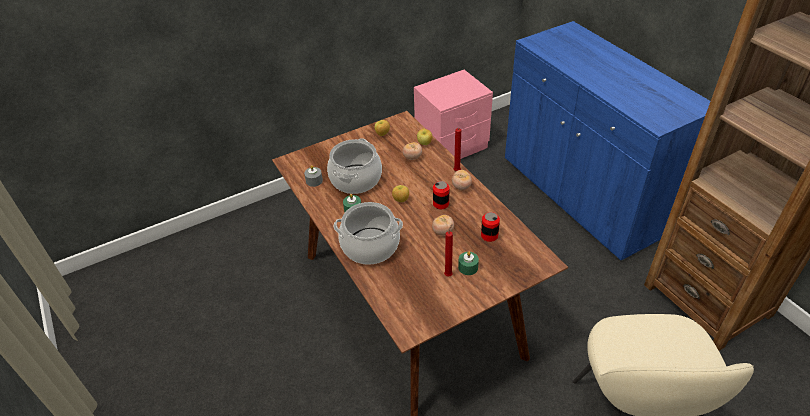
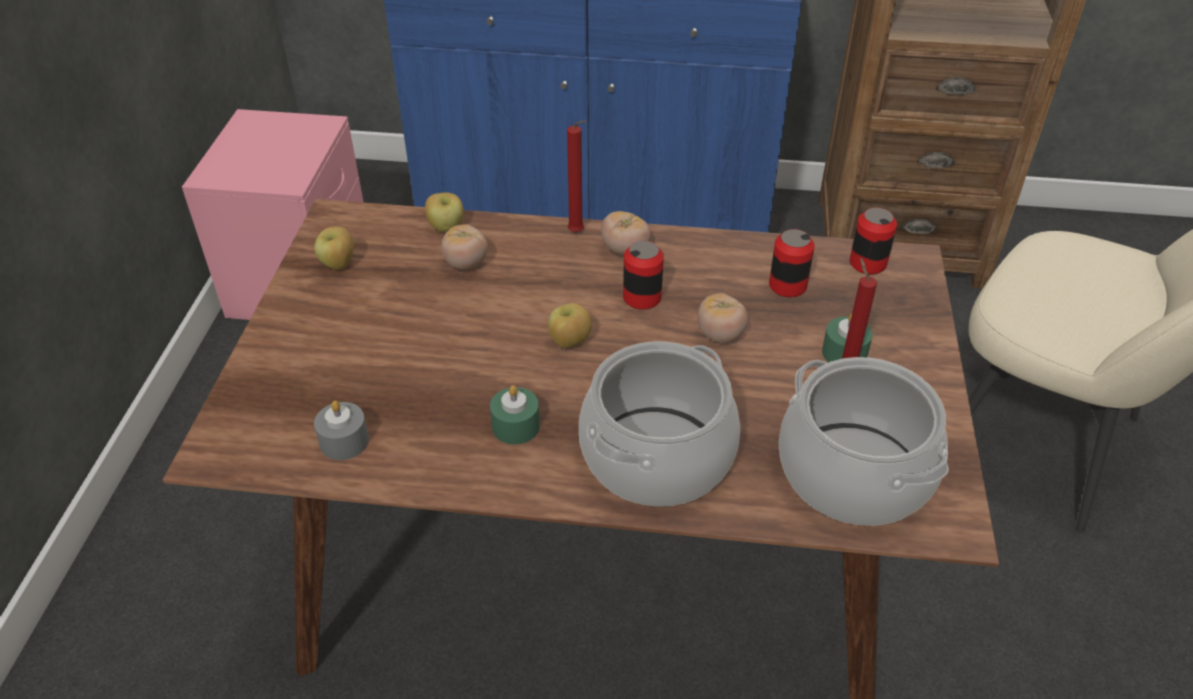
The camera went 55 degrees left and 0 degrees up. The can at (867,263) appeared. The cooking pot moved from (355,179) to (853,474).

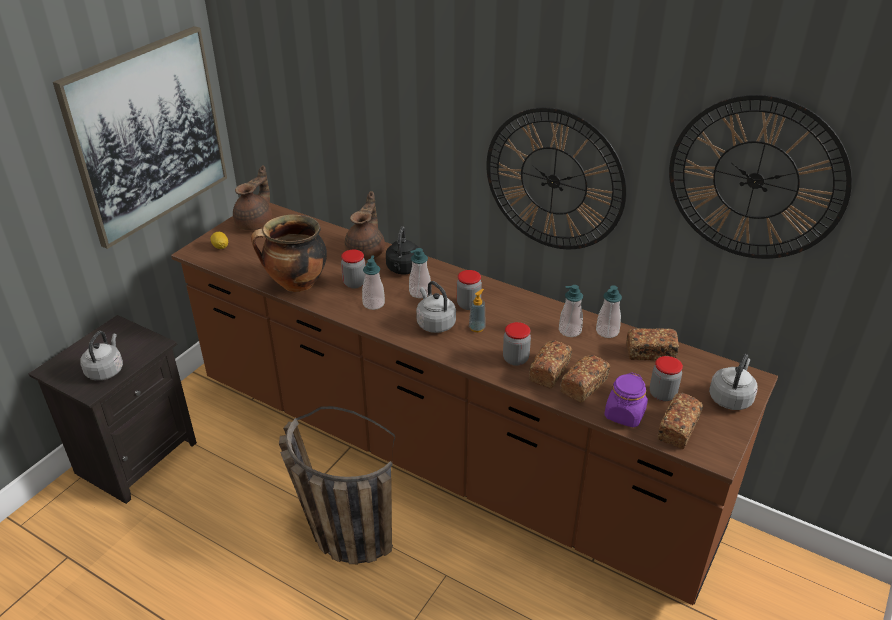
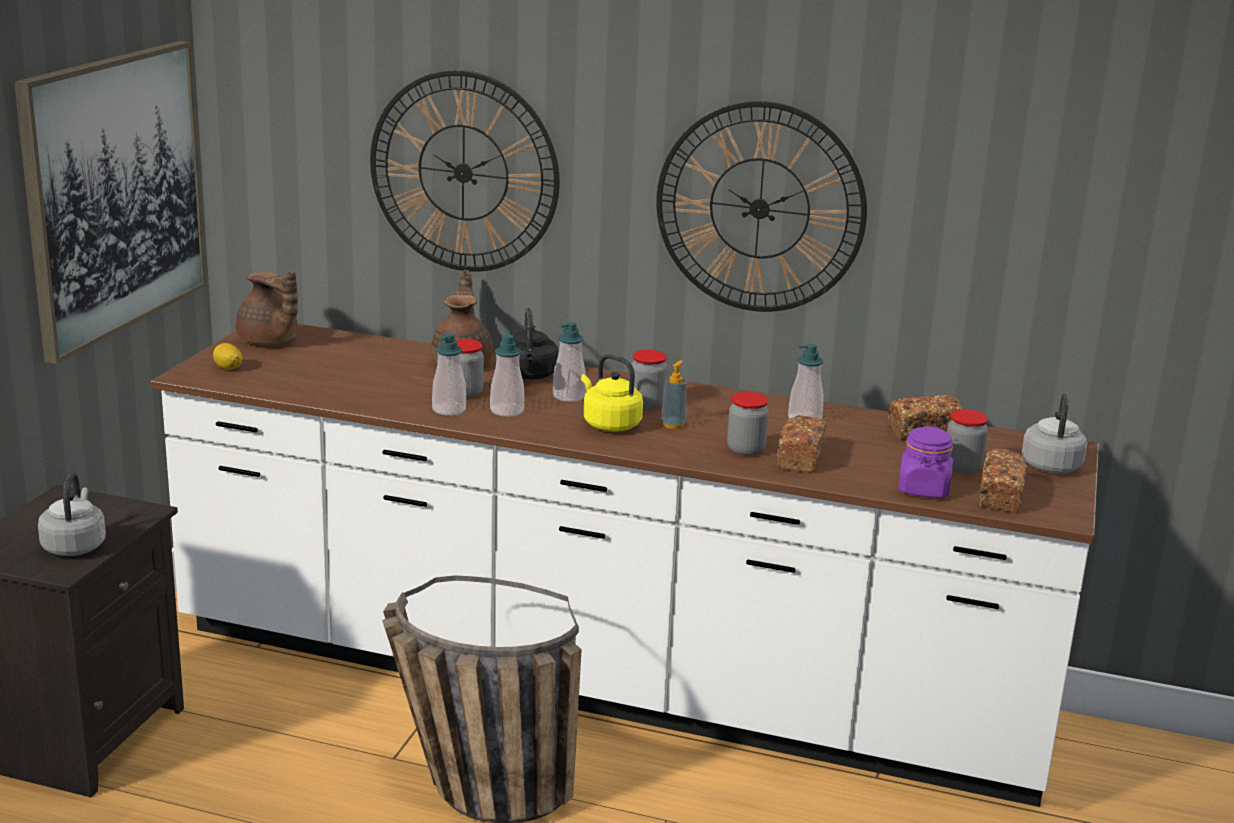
The camera went 15 degrees left and 15 degrees down. The cooking pot at (296,284) disappeared. The bread at (584,386) disappeared. The soap dispenser moved from (607,331) to (449,410). The wall clock moved from (755,180) to (463,172). The counter (brown) at (446,455) became the counter (white) at (605,681). The kettle (grey) at (434,323) became the kettle (yellow) at (609,424). The teapot (brown) at (255,223) turned 120 degrees clockwise.

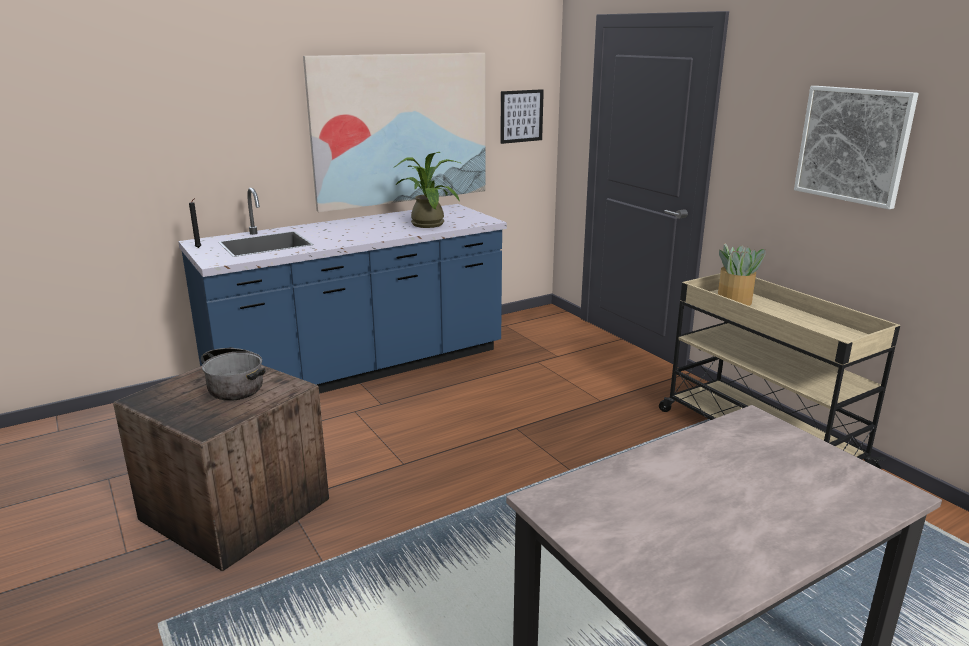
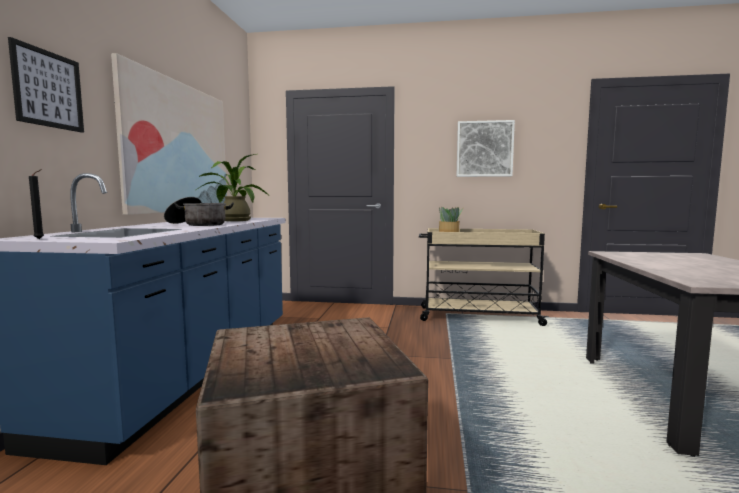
The camera went 50 degrees left and 15 degrees down. The cooking pot moved from (235,384) to (198,224). The picture moved from (521,116) to (48,89).

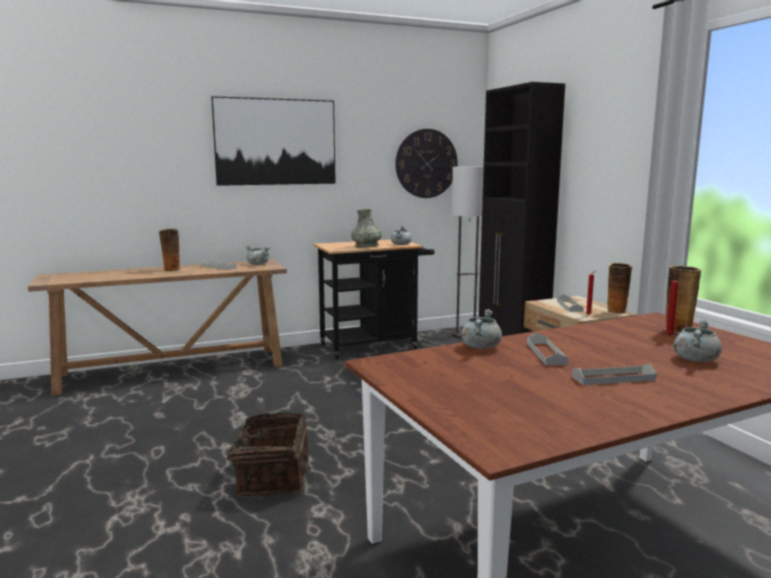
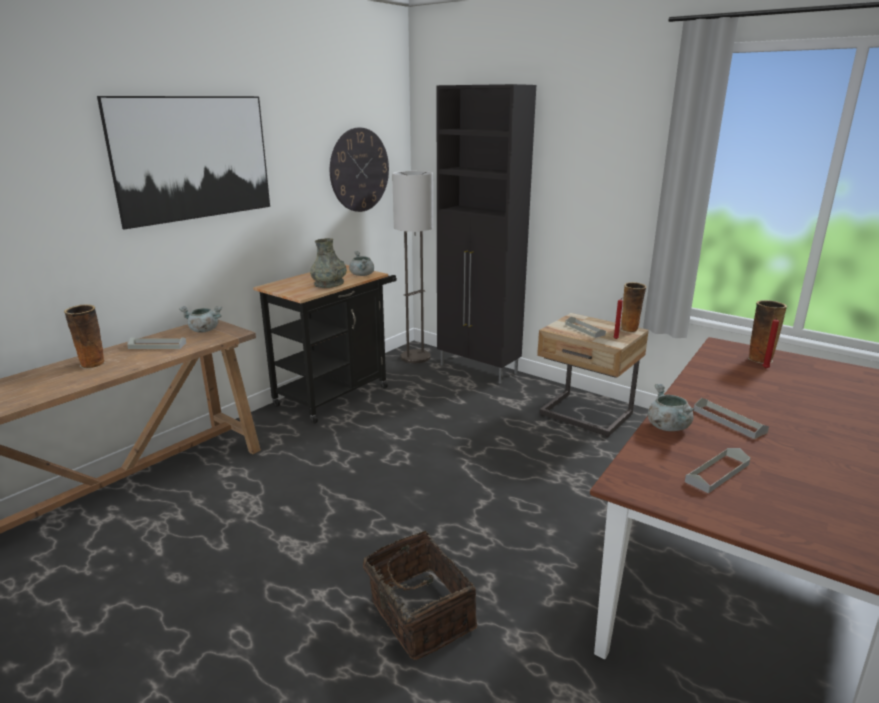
The camera went 30 degrees left and 10 degrees up. The cooking pot (grey) at (695,359) disappeared. The tray (grey) moved from (613,378) to (717,473).

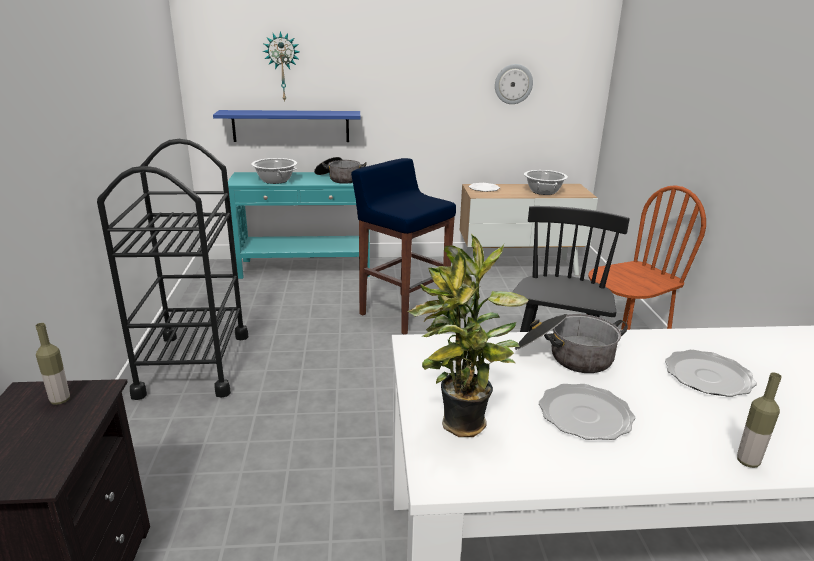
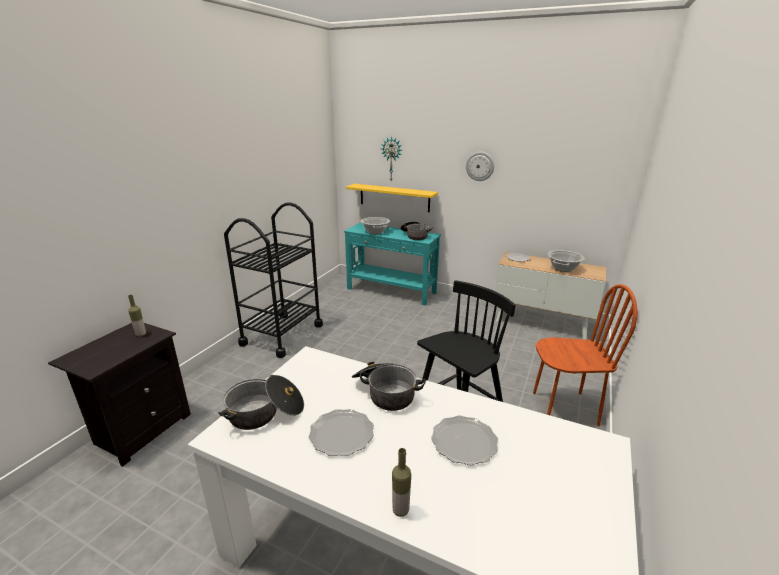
The camera went 30 degrees right and 0 degrees up. The stool (blue) at (402,312) disappeared. The wall clock moved from (513,84) to (480,166). The potted plant at (461,427) was replaced by the cooking pot at (265,413). The shelf (blue) at (291,126) became the shelf (yellow) at (394,197).

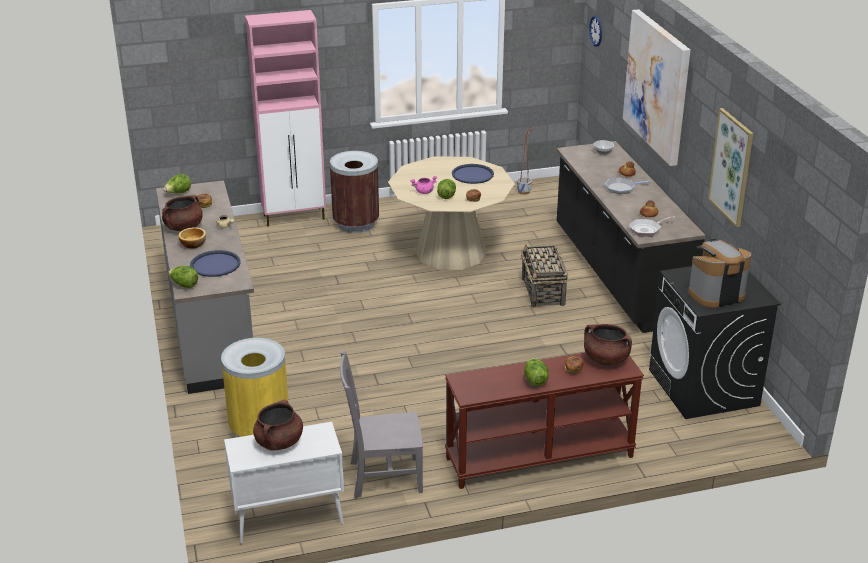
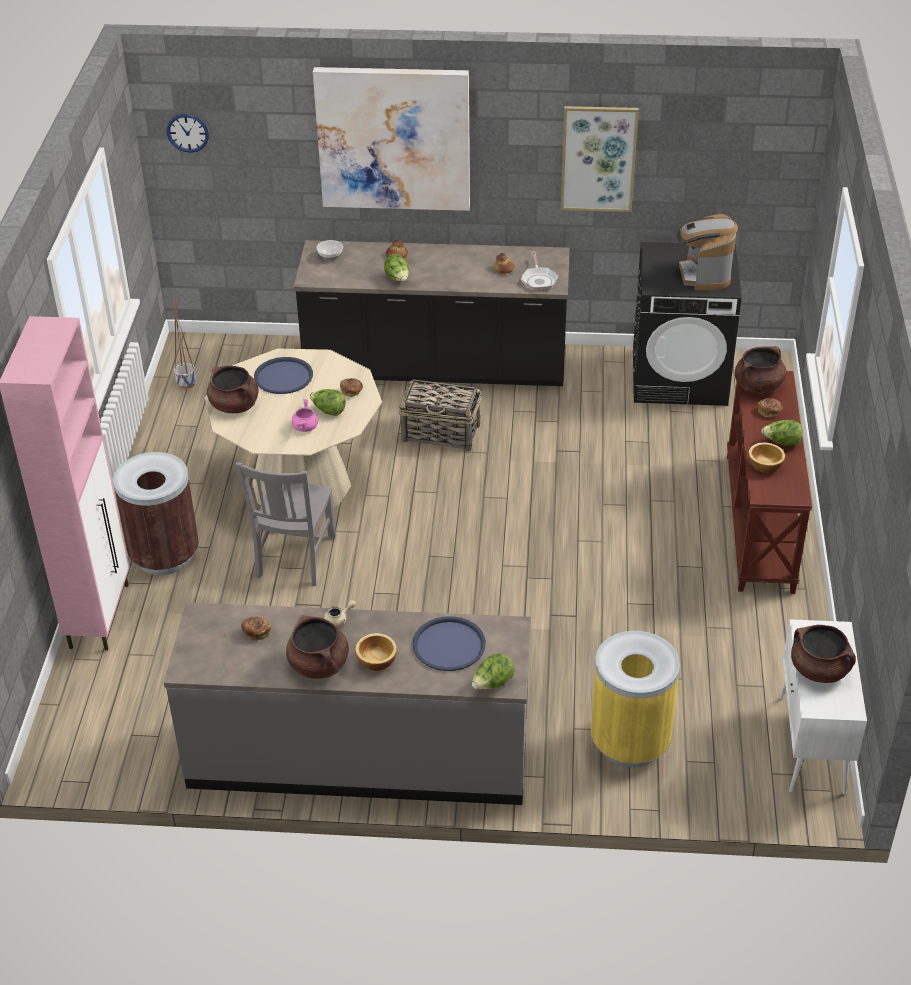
The camera went 70 degrees left and 10 degrees up. The frying pan at (621,188) disappeared. The cooking pot (brown) at (235,405) appeared. The bowl at (764,465) appeared. The lettuce moved from (178,193) to (398,279). The chair (grey) moved from (383,477) to (295,558).

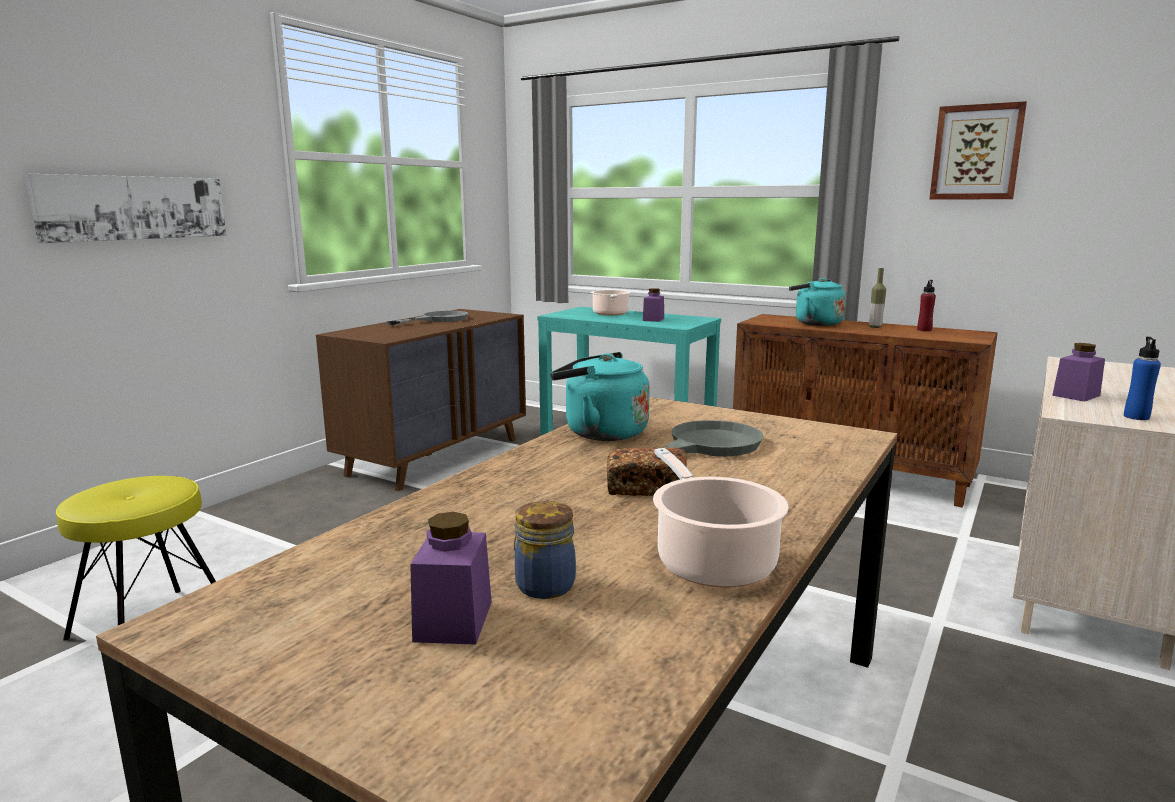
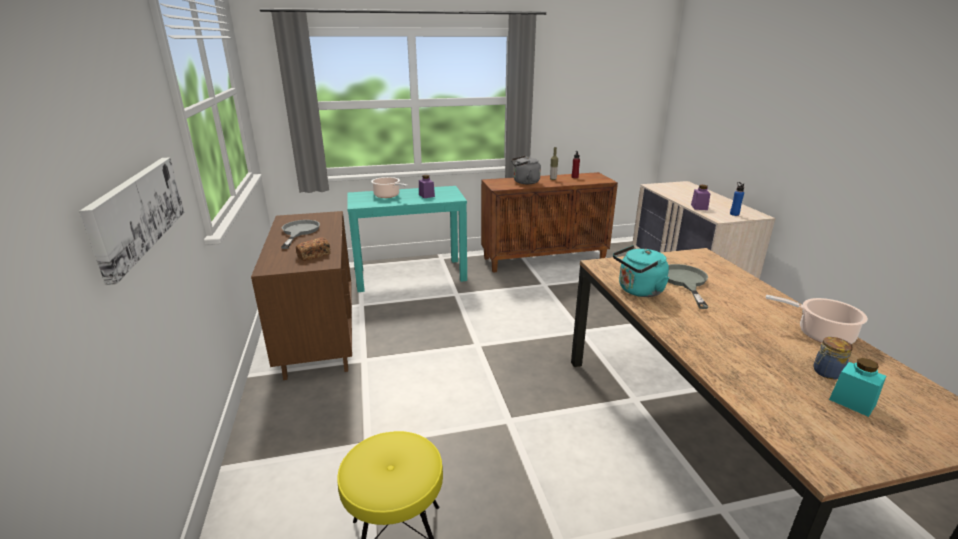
The camera went 45 degrees left and 10 degrees up. The picture at (976,152) disappeared. The bread moved from (646,489) to (314,255). The jar (purple) at (453,621) became the jar (turquoise) at (852,402). The kettle (turquoise) at (815,323) became the kettle (grey) at (524,182).

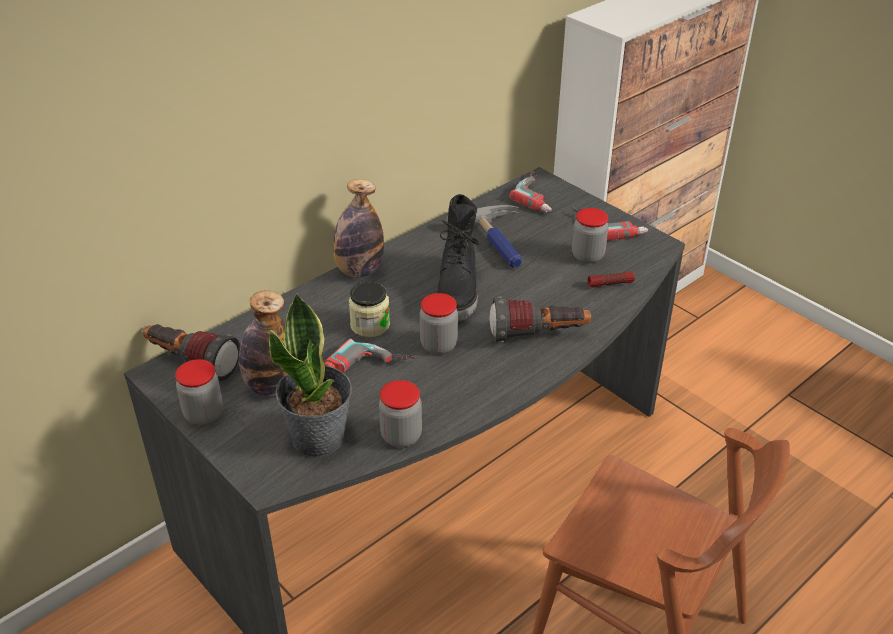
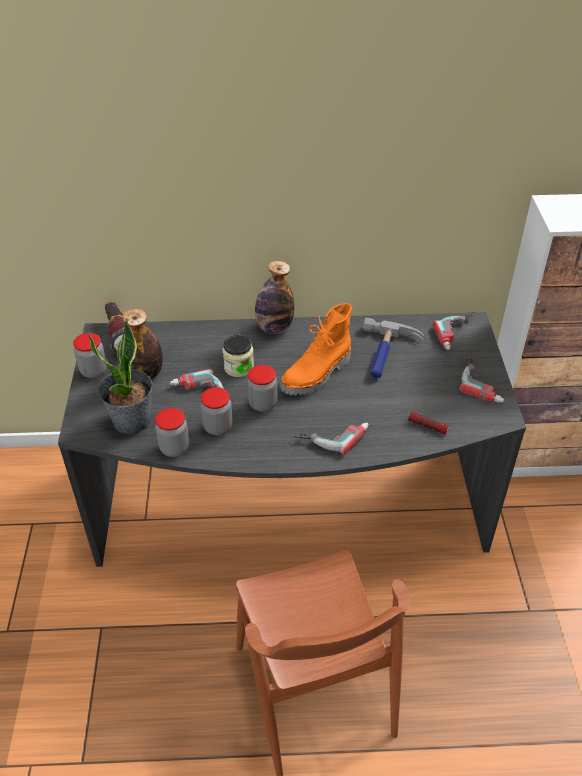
The camera went 40 degrees right and 5 degrees up. The jar moved from (587,256) to (218,427). The flashlight at (538,336) was replaced by the power drill at (332,434). The boot (black) at (458,292) became the boot (orange) at (317,375).

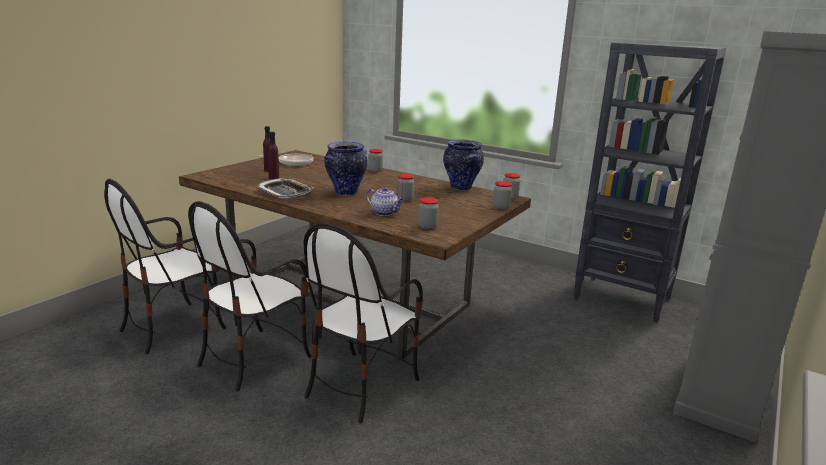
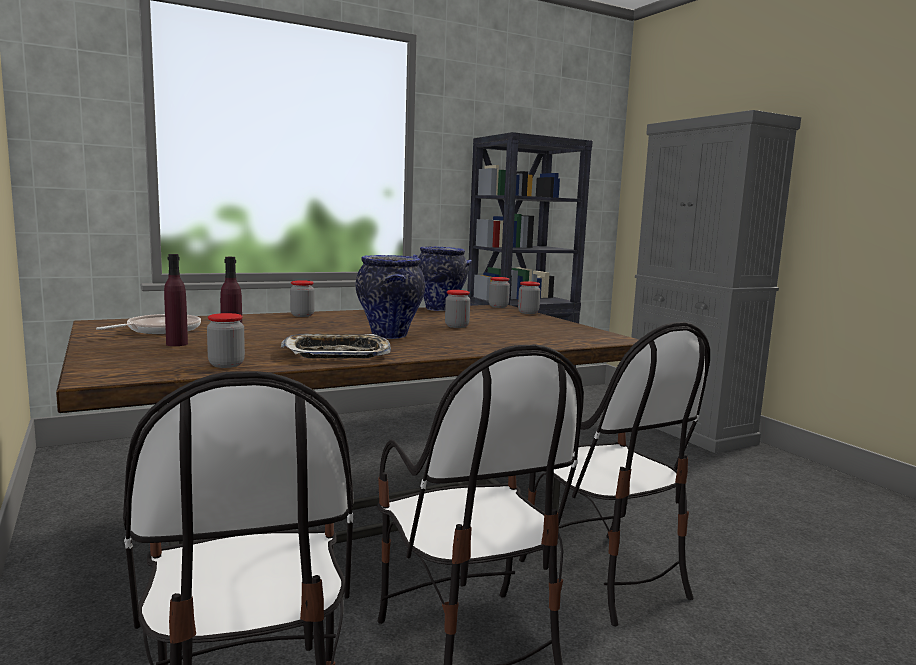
The camera went 60 degrees left and 10 degrees down. The teapot at (385,213) disappeared. The jar moved from (427,226) to (226,364).

